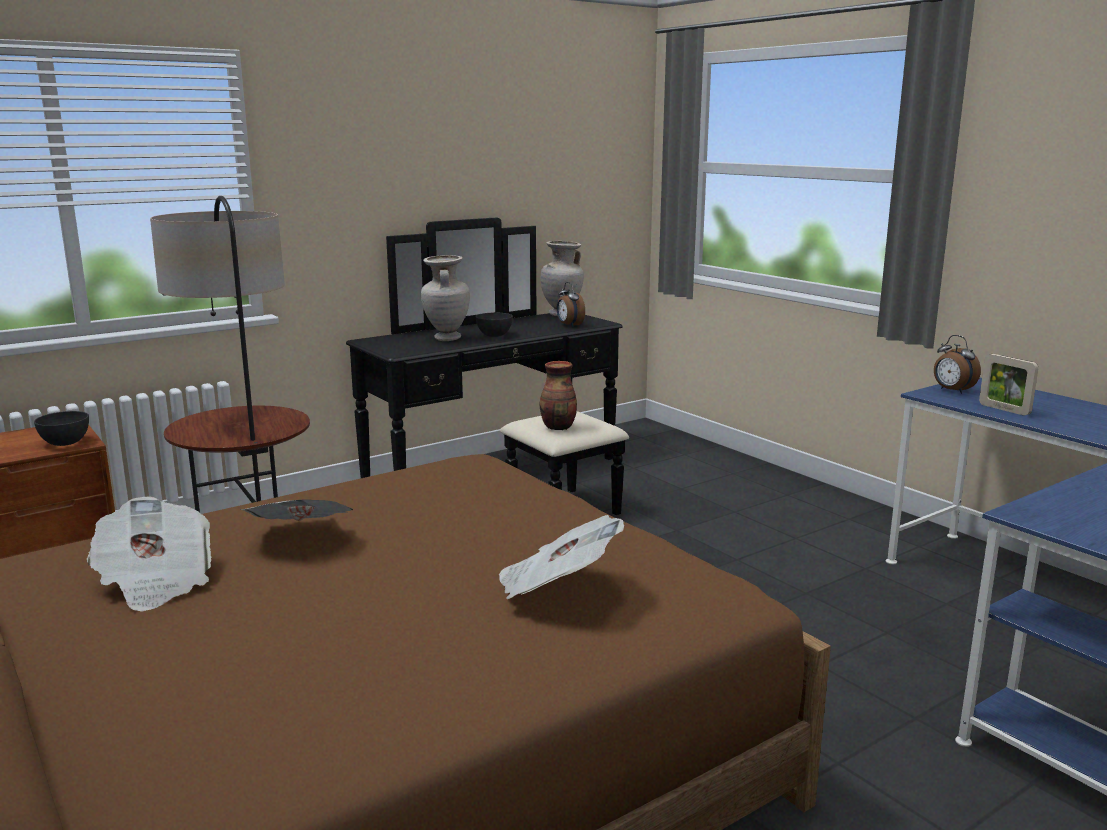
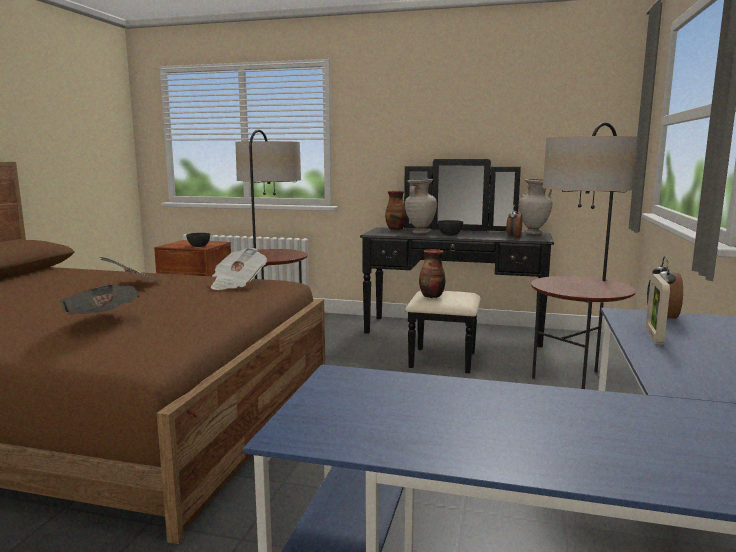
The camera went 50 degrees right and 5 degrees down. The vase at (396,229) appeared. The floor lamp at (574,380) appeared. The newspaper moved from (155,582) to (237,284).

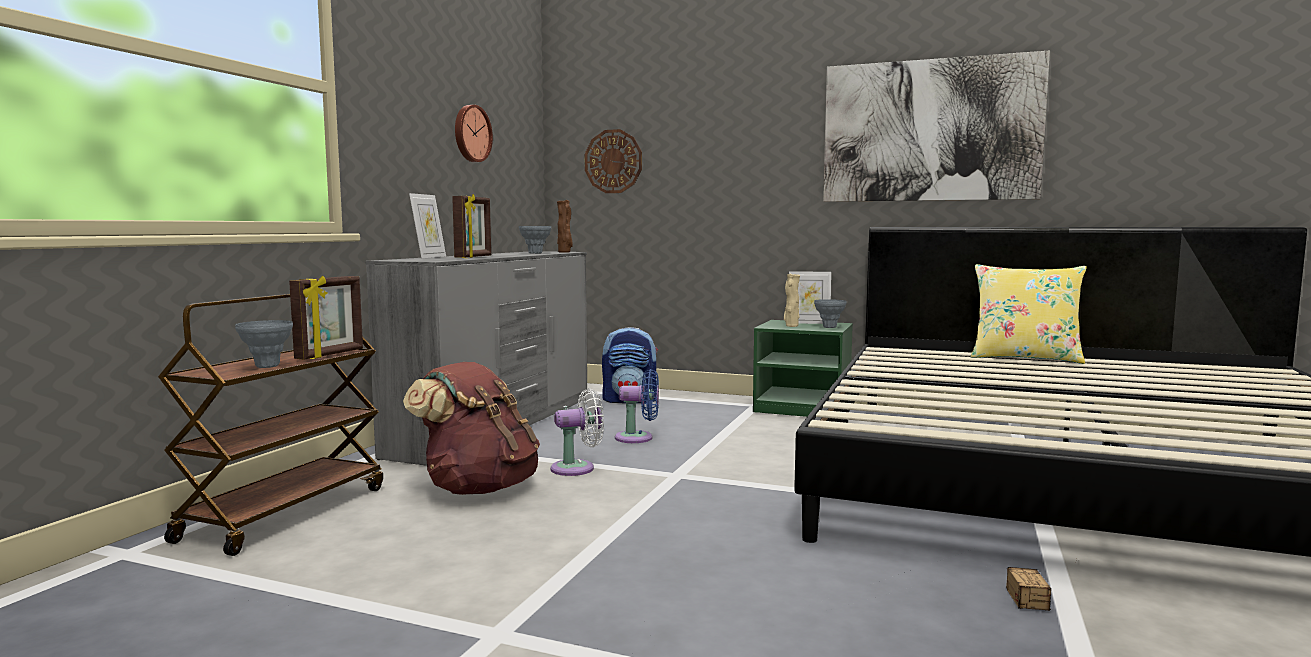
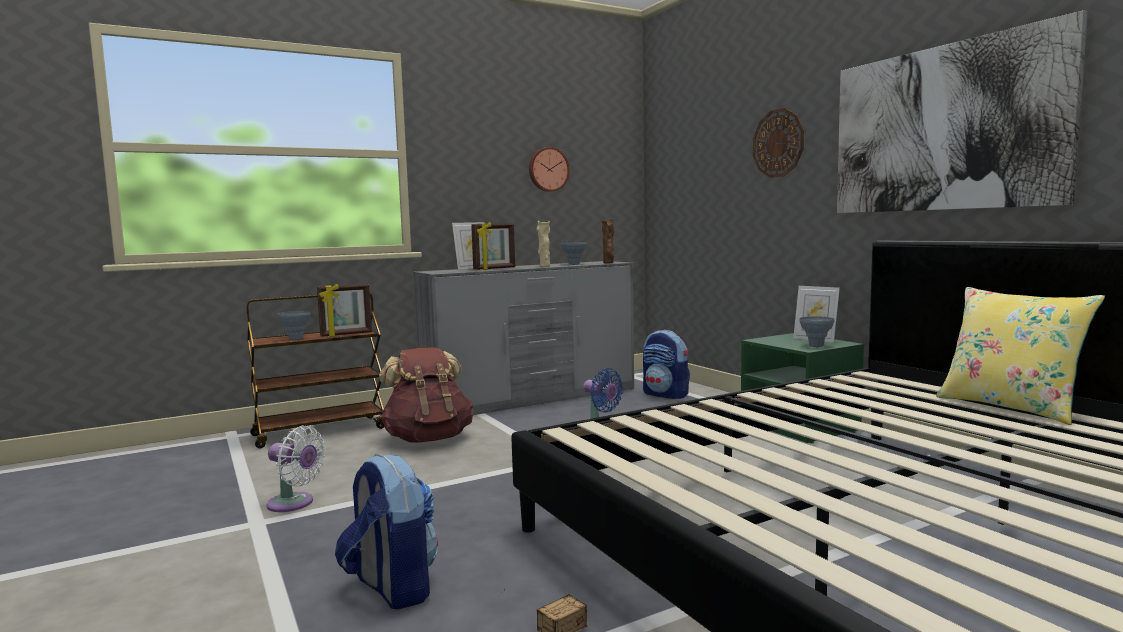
The camera went 40 degrees right and 0 degrees up. The backpack at (391,588) appeared. The fan (white) moved from (577,468) to (294,504). The wall clock moved from (613,161) to (778,143). The vase (beige) moved from (791,326) to (544,266).

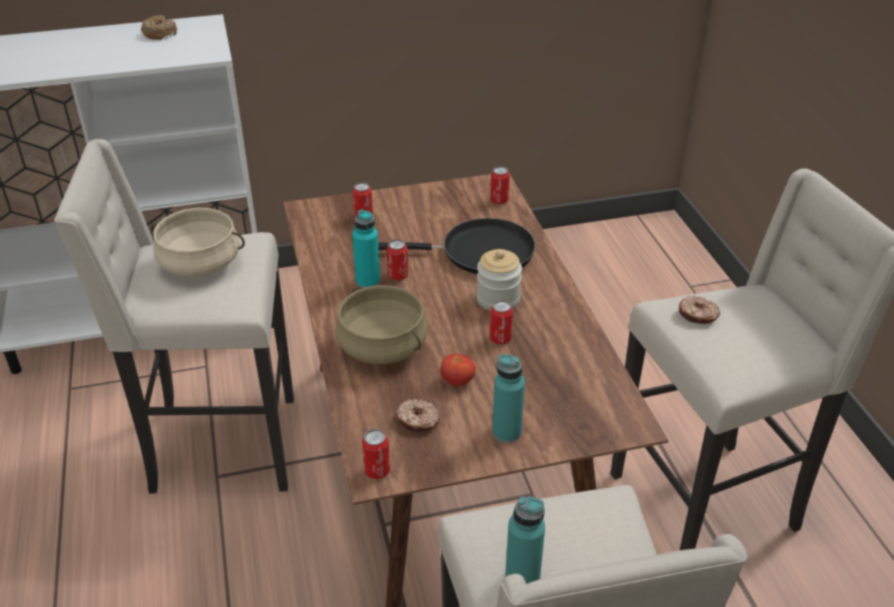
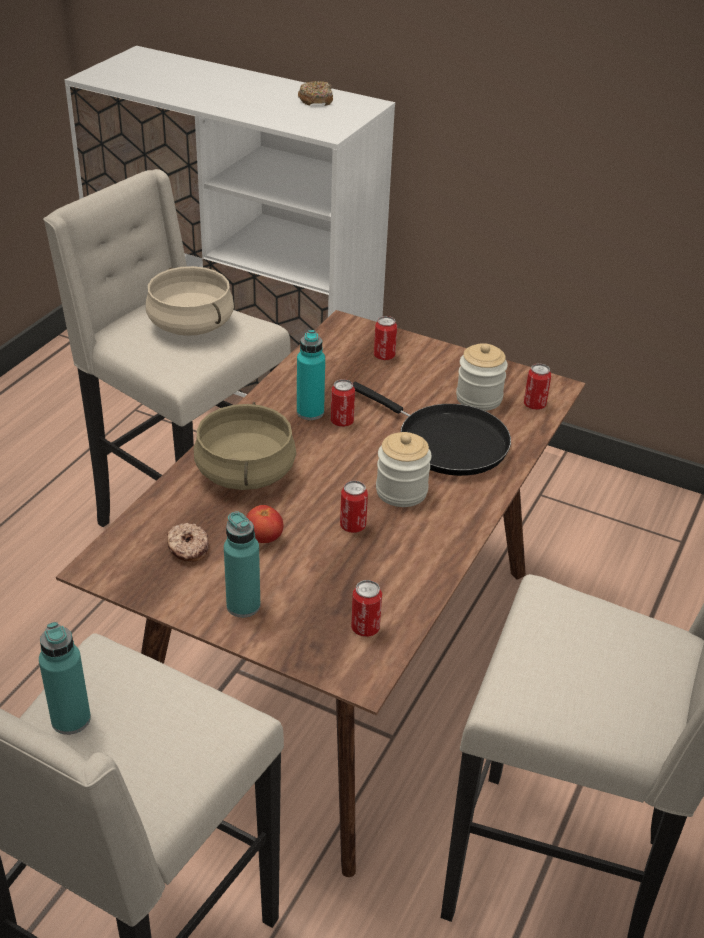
The camera went 40 degrees right and 0 degrees up. The donut at (697,315) disappeared. The jar at (479,398) appeared. The can moved from (377,471) to (365,628).

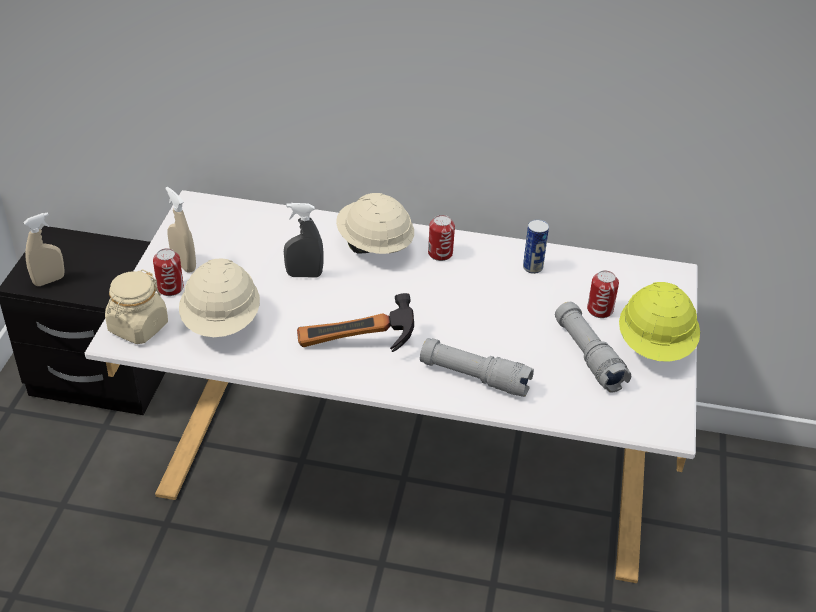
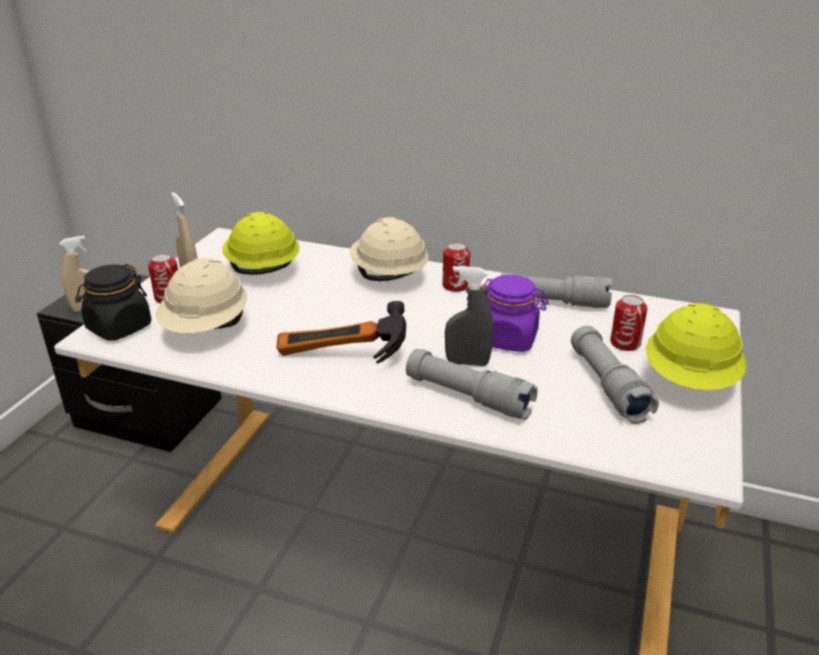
The camera went 10 degrees right and 10 degrees down. The hard hat (yellow) at (262,269) appeared. The jar (purple) at (509,339) appeared. The spray bottle (grey) moved from (304,275) to (467,362). The can at (532,267) was replaced by the flashlight (grey) at (553,302). The jar (beige) at (138,327) became the jar (black) at (119,328).

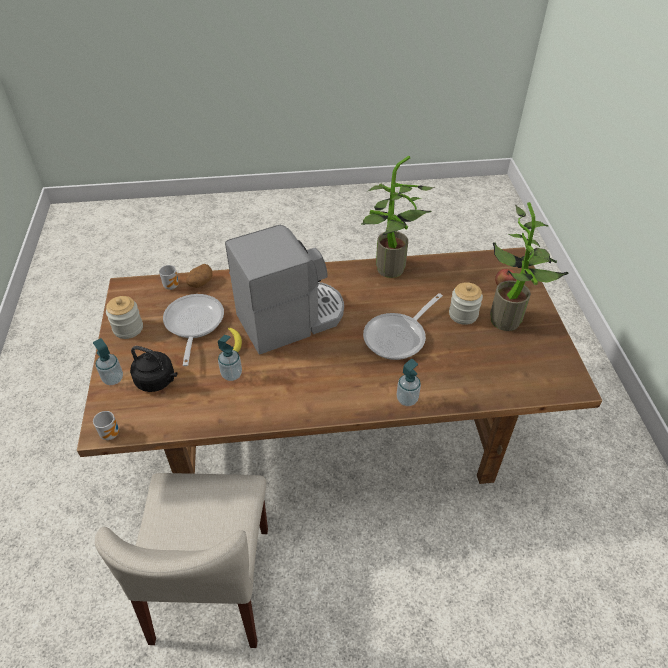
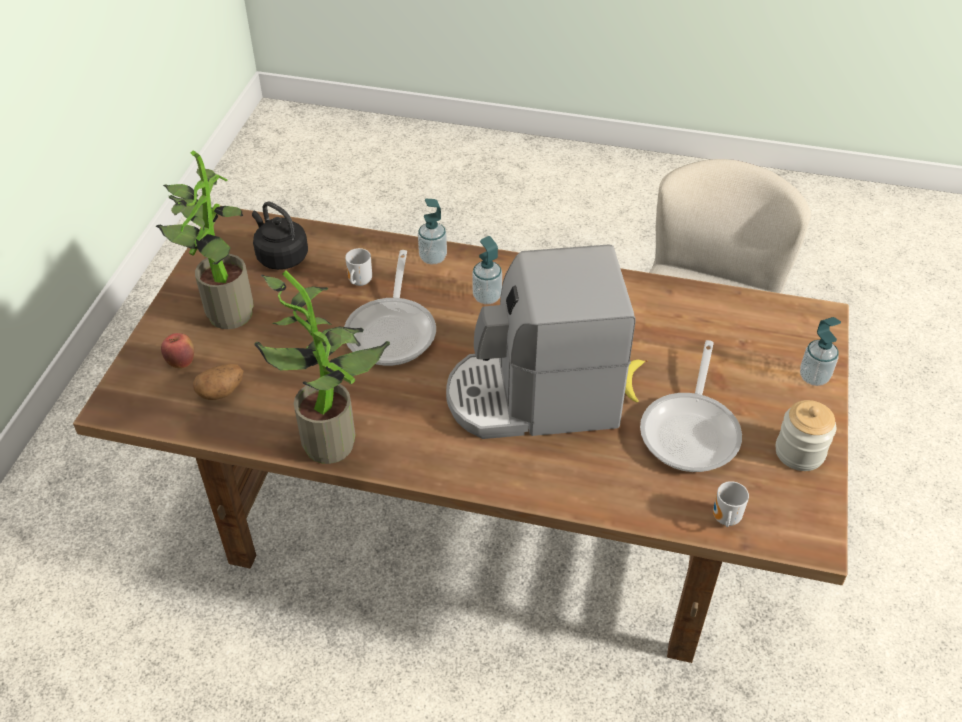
The camera went 160 degrees left and 0 degrees up. The jar at (463,314) disappeared. The mug moved from (112,433) to (358,282). The kettle (black) moved from (157,381) to (280,256). The potato moved from (200,283) to (221,391). The soap dispenser moved from (231,374) to (487,297). The frying pan at (398,337) turned 120 degrees clockwise.

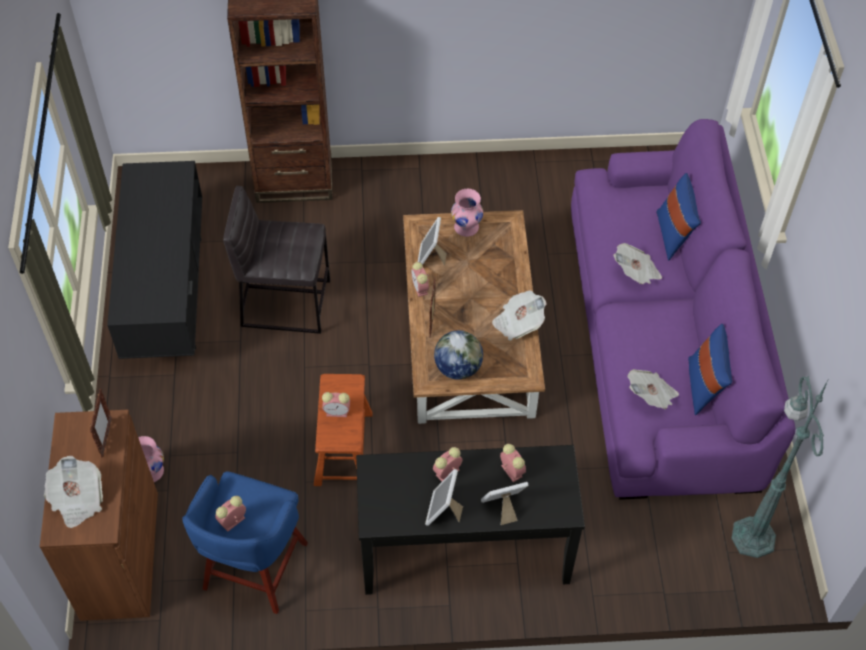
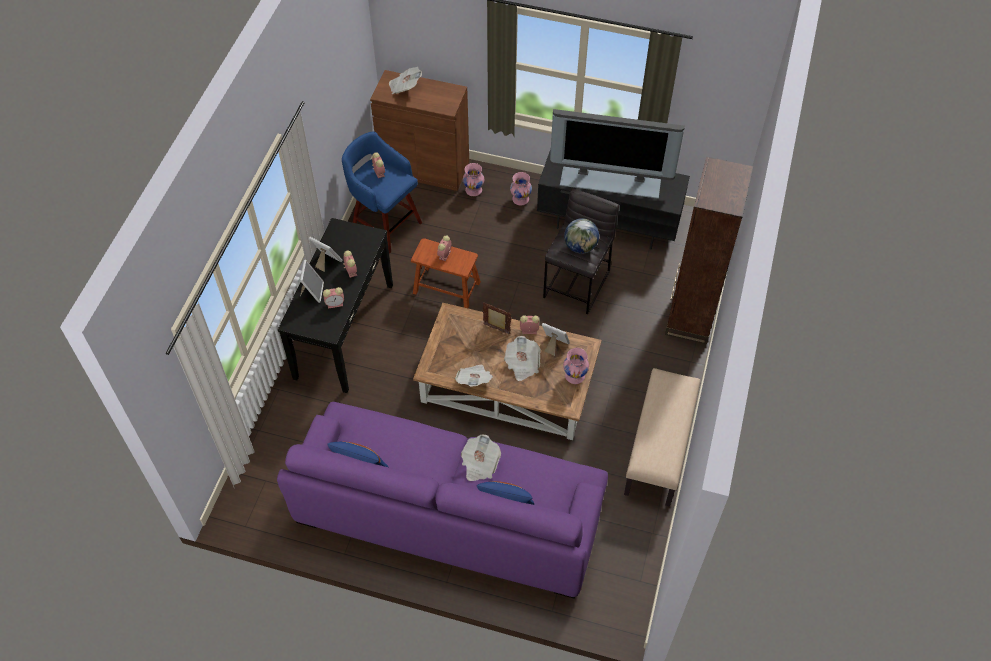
The camera went 110 degrees right and 0 degrees up. The picture frame at (106,438) disappeared. The floor lamp (green) at (753,535) disappeared. The vase (pink) at (520,199) appeared. The television at (610,179) appeared. The bench (beige) at (659,449) appeared. The globe moved from (458,368) to (580,247). The newspaper moved from (651,396) to (522,364).

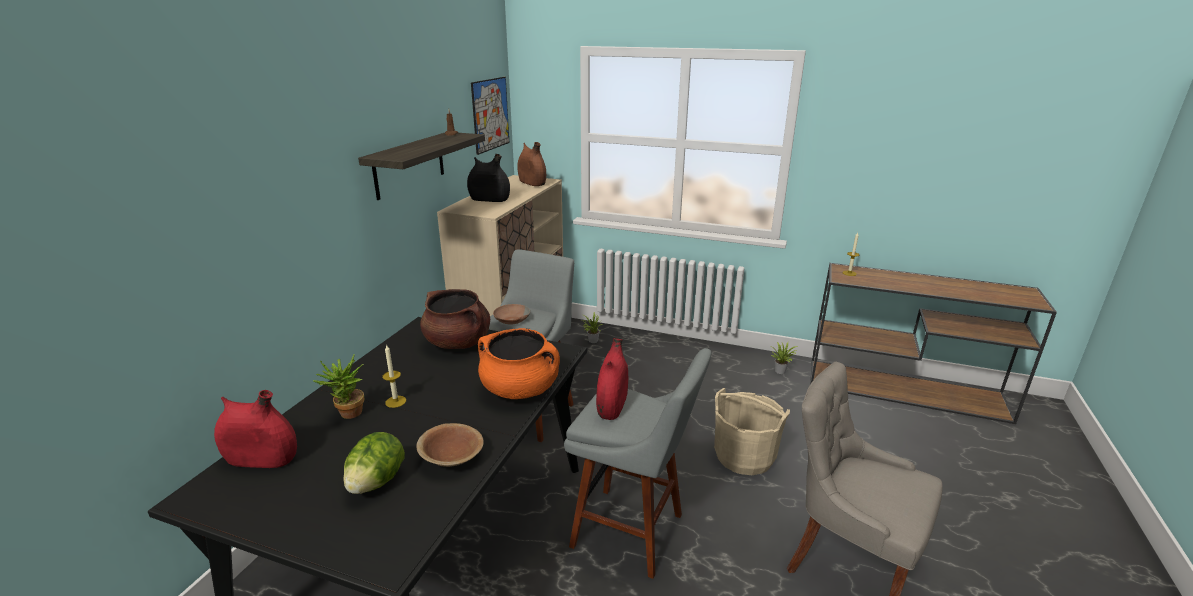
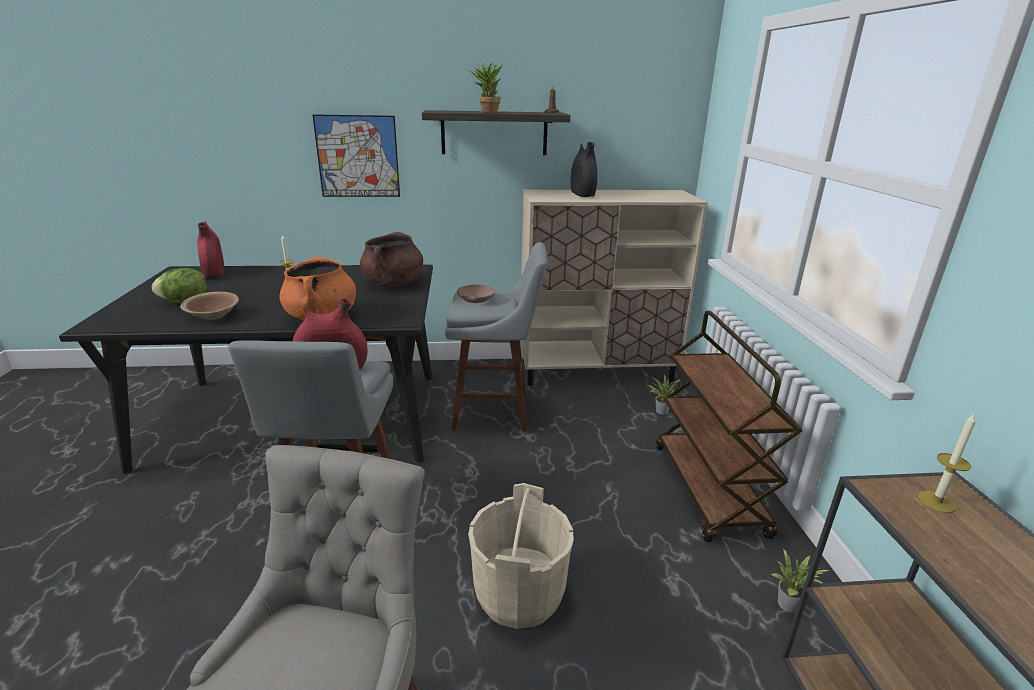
The camera went 65 degrees right and 0 degrees up. The vase (brown) at (532,183) disappeared. The cart (brown) at (709,490) appeared. The potted plant moved from (348,415) to (486,112). The picture moved from (490,114) to (358,156).

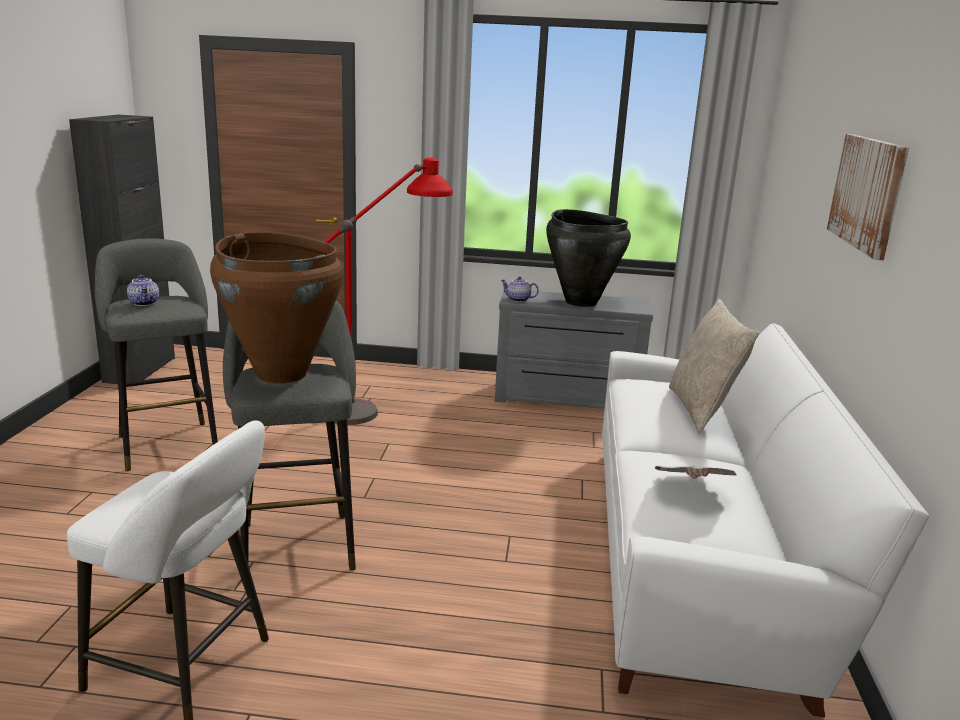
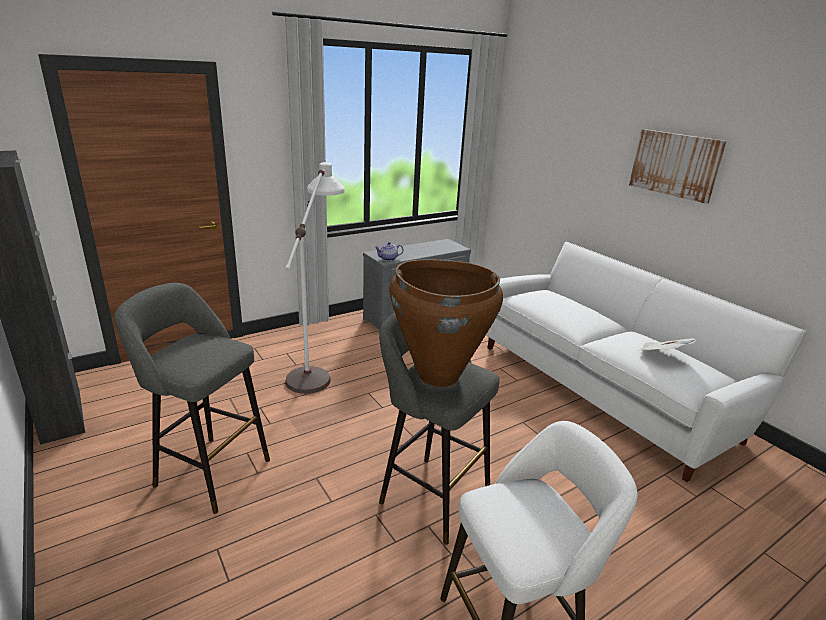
The camera went 40 degrees left and 5 degrees up. The teapot at (145,303) disappeared. The vase (black) at (581,302) disappeared. The pillow (beige) at (702,410) disappeared. The floor lamp (red) at (382,404) became the floor lamp (white) at (317,364).

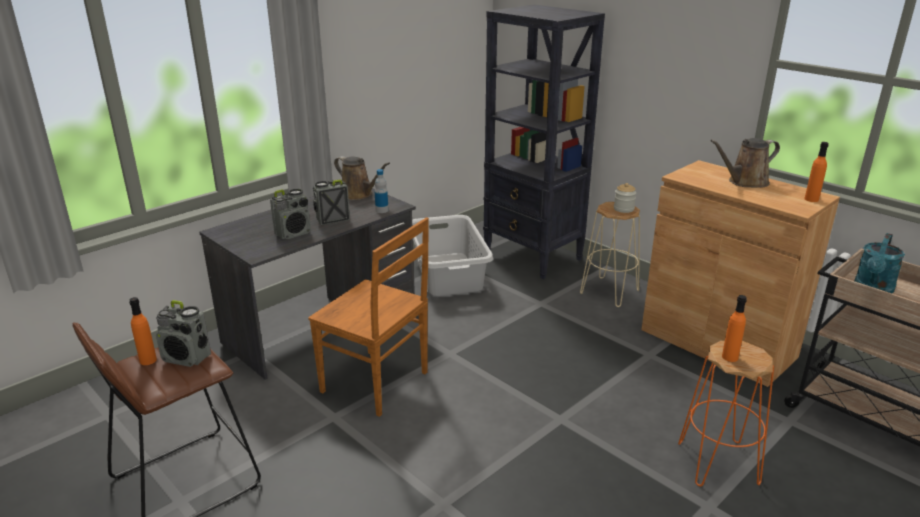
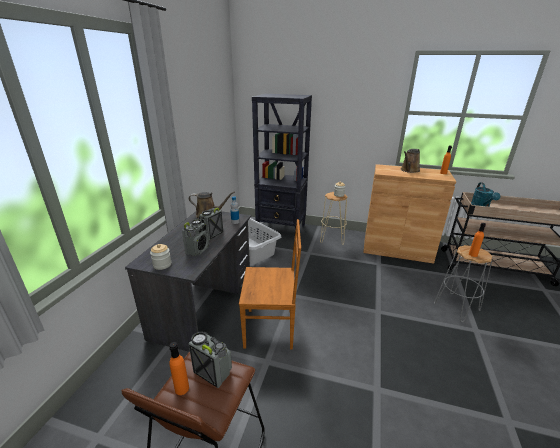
The camera went 30 degrees left and 0 degrees up. The jar at (162,265) appeared. The stool (orange) at (718,463) became the stool (grey) at (456,307). The radio at (187,358) turned 135 degrees counterclockwise.

